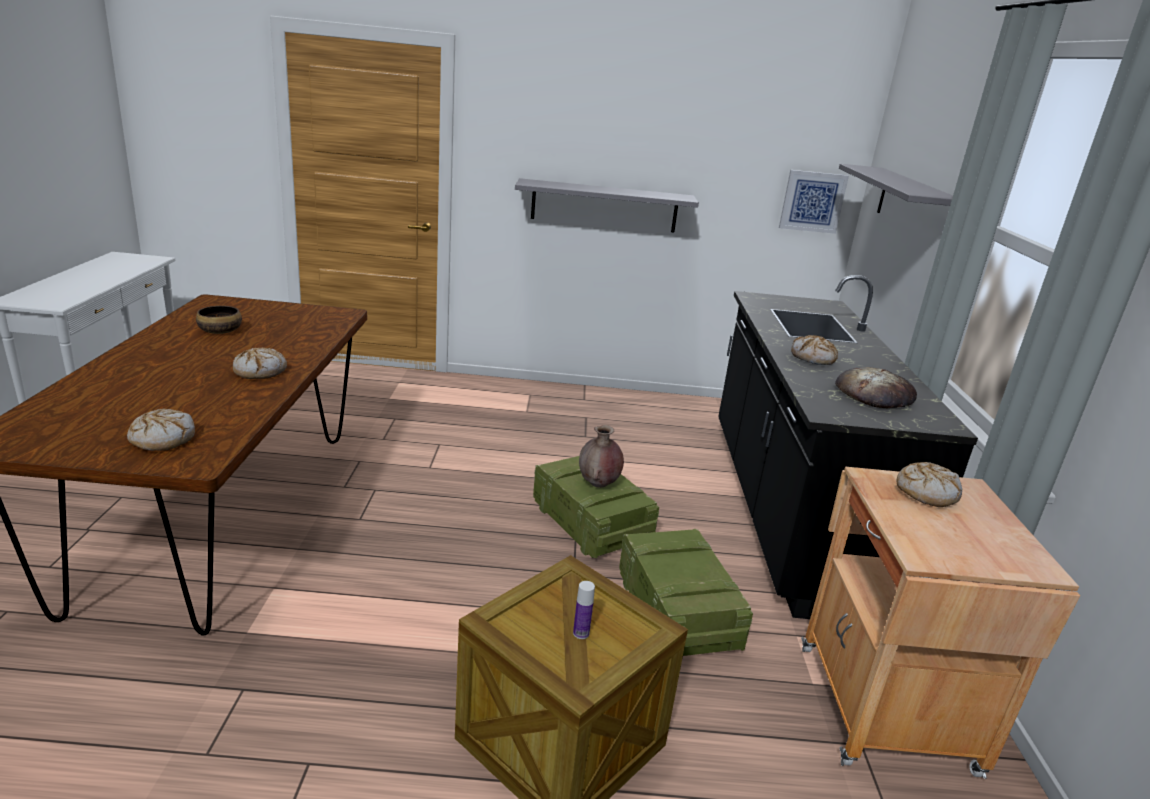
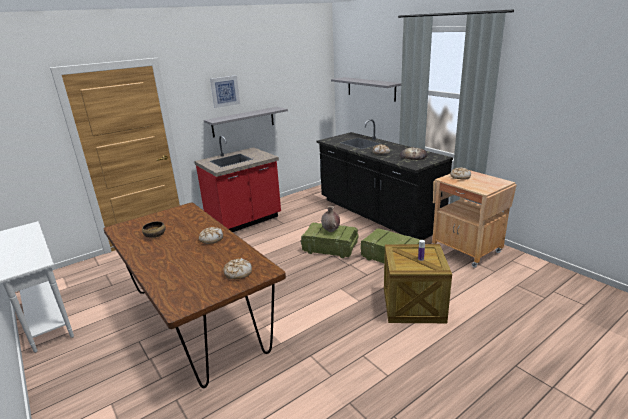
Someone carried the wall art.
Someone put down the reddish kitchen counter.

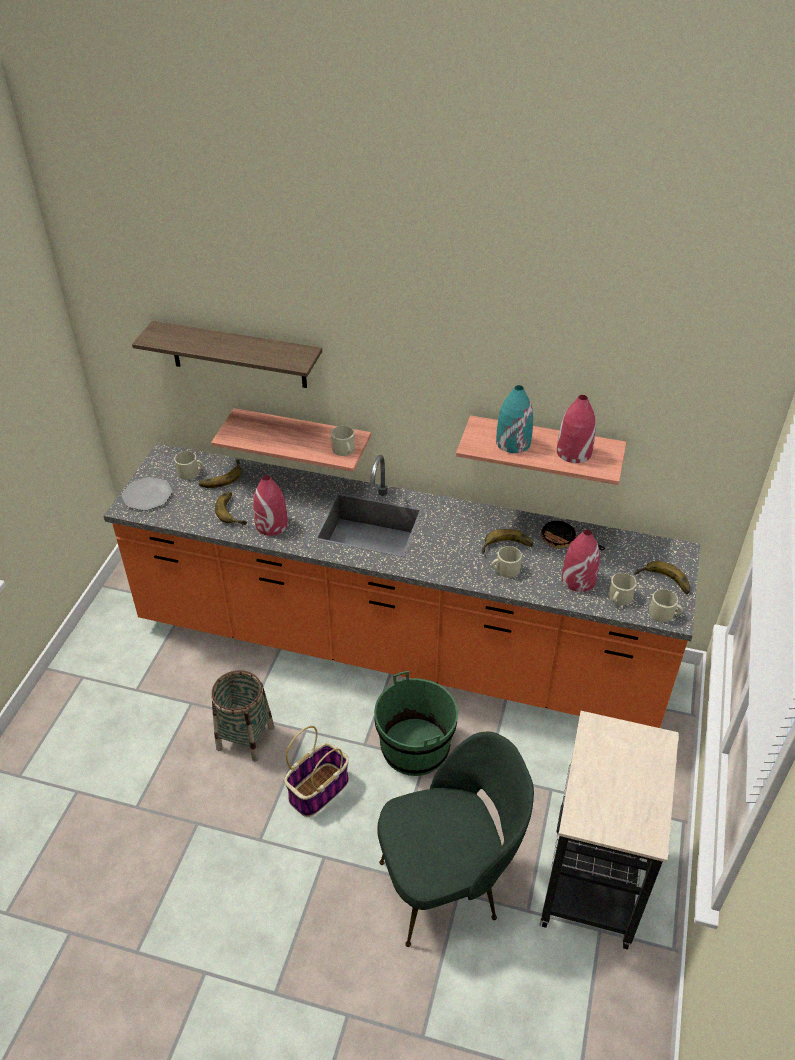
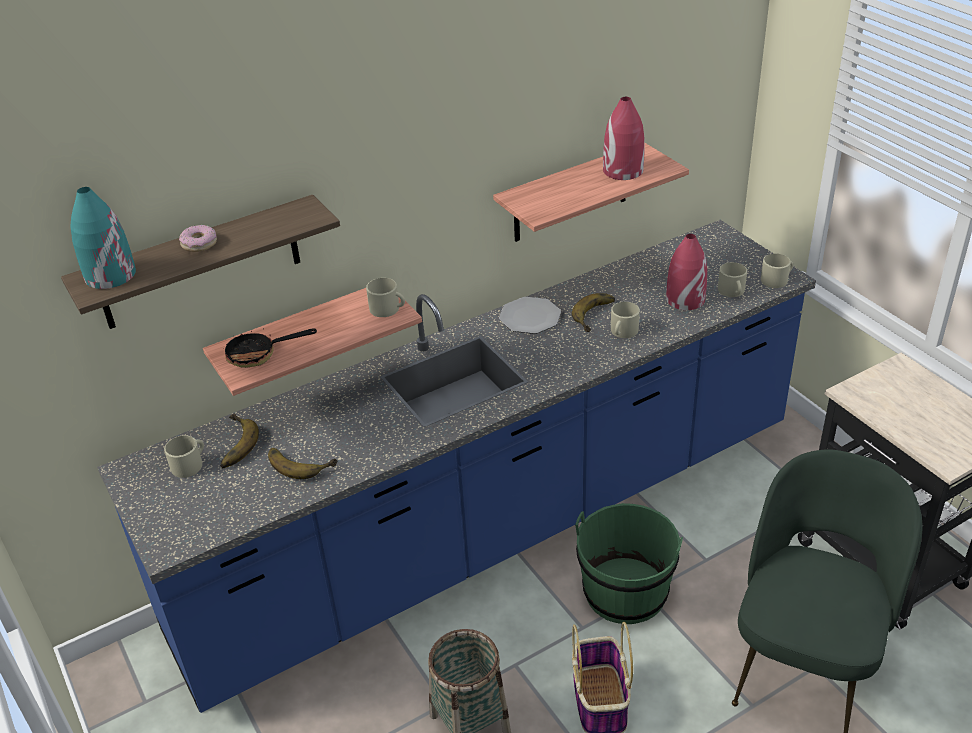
Someone carried the turquoise flower vase.
Someone repainted the orange kitchen counter, which became the blue kitchen counter.
Someone took away the reddish flower vase (1st from left).
Someone carried the flat dish.
Someone carried the skillet.
Someone took away the banana (4th from left).
Someone put down the doughnut.

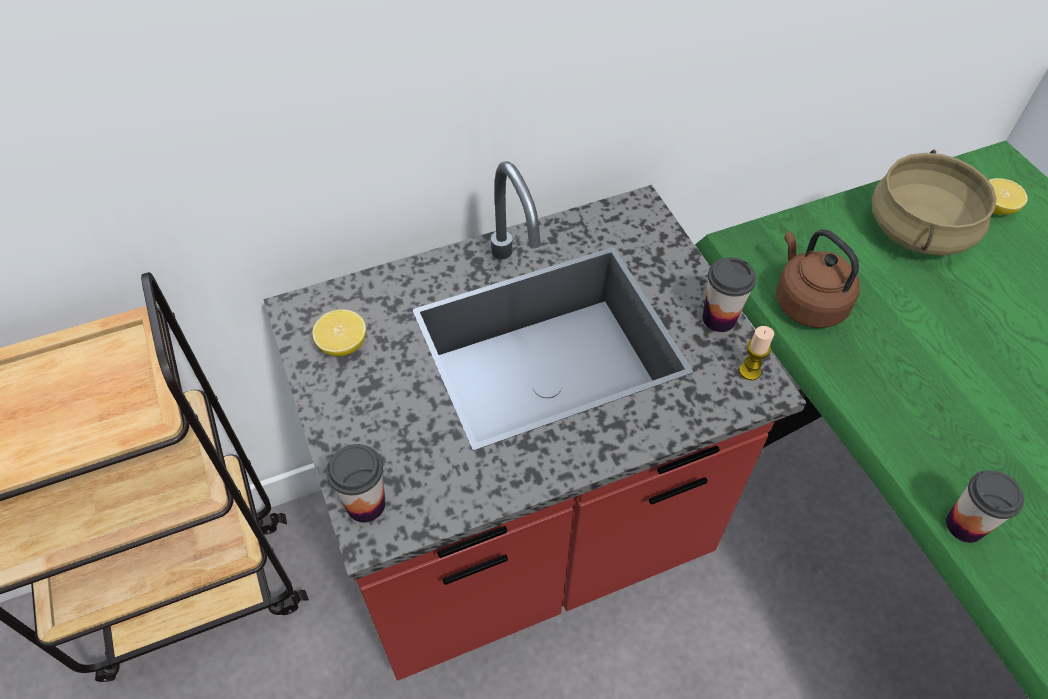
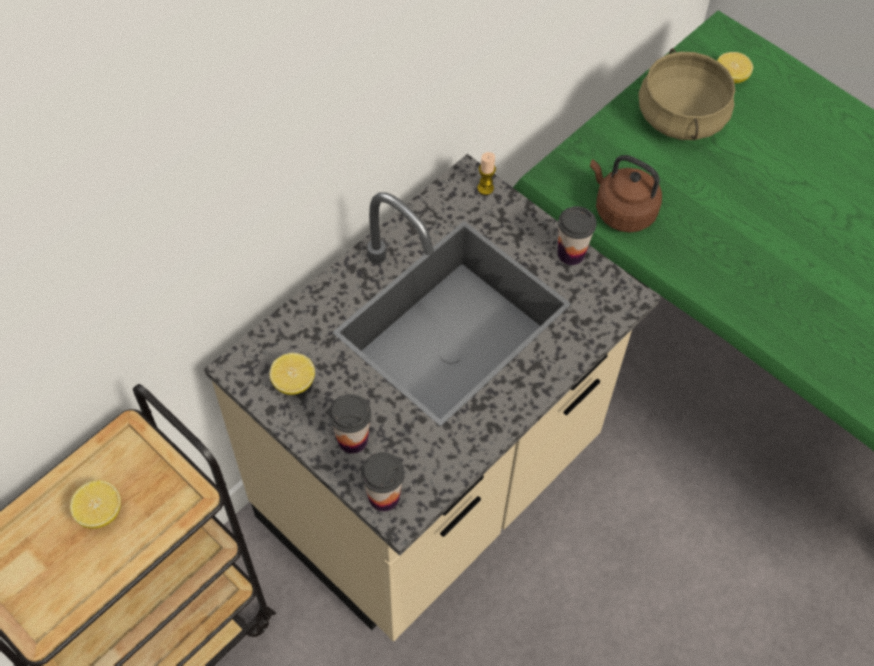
Someone repainted the reddish kitchen counter, which became the sand-coloured kitchen counter.
Someone carried the candle.
Someone carried the small cup (3rd from left in the first image).
Someone put down the whole lemon (1st from left).

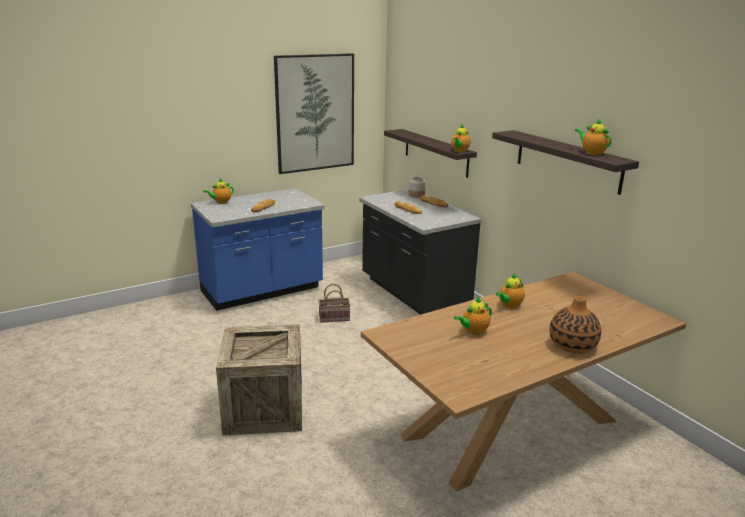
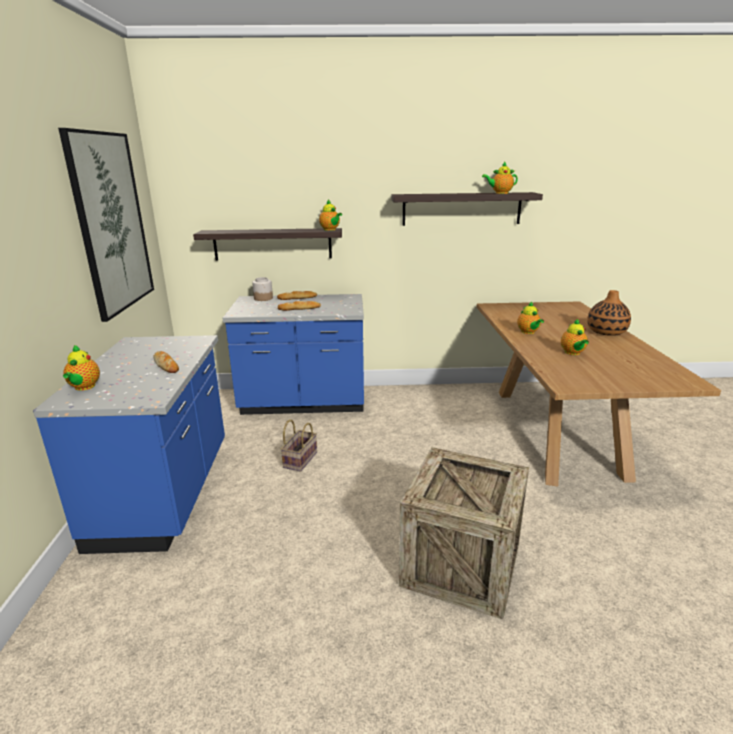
Someone repainted the black kitchen counter, which became the blue kitchen counter (2nd from left).

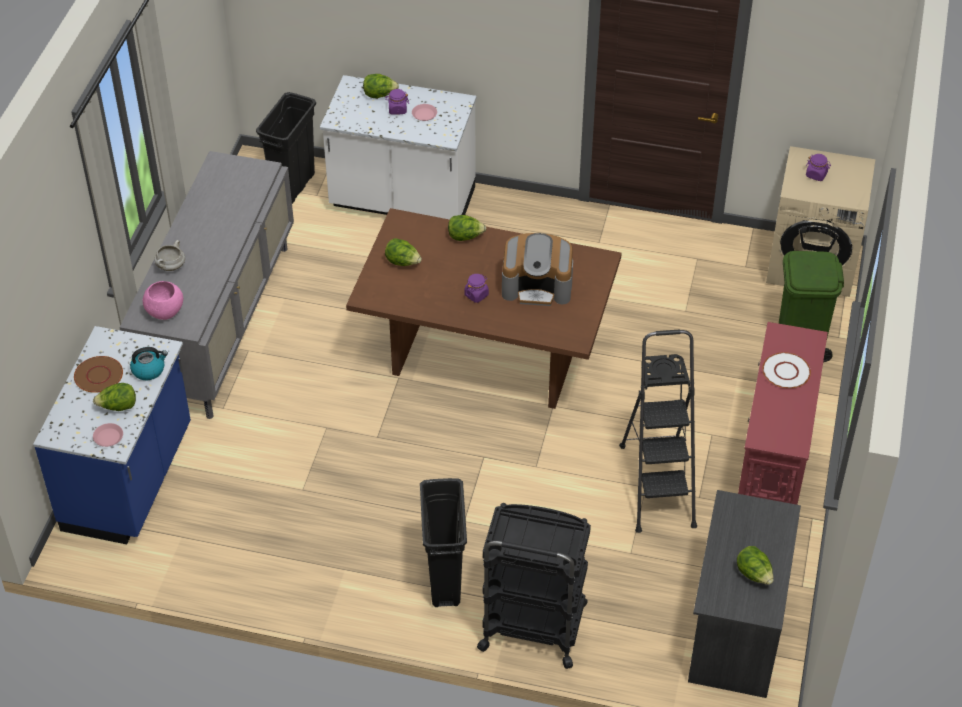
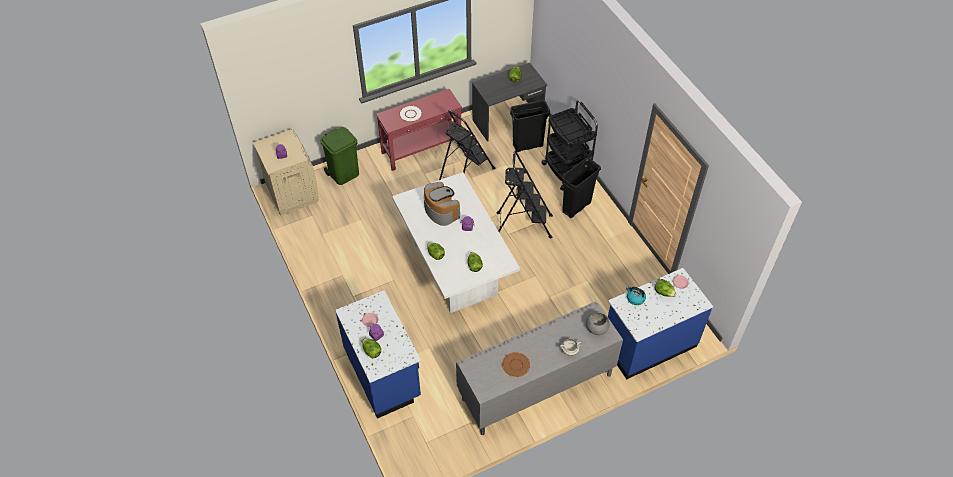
Someone repainted the white kitchen counter, which became the blue kitchen counter (1st from left).
Someone carried the black waste bin (1st from left).
Someone repainted the brown-coloured dining table, which became the white dining table.
Someone repainted the pinkish serving bowl, which became the gray serving bowl.
Someone carried the brown-coloured flat dish.
Someone put down the stepladder (2nd from left).

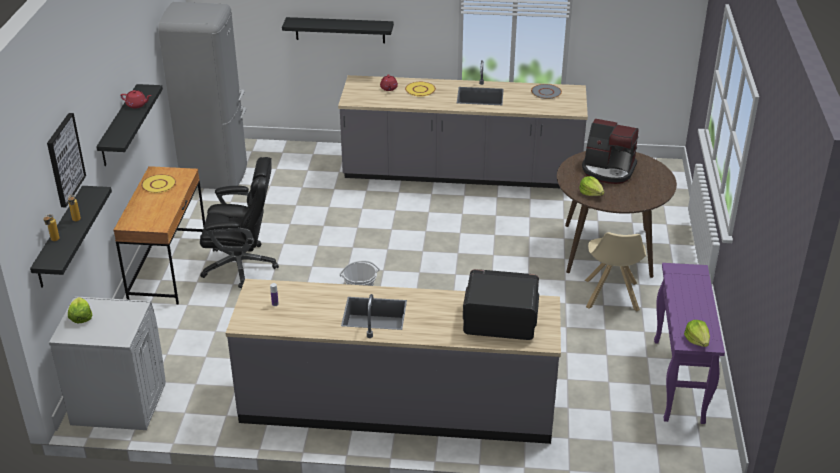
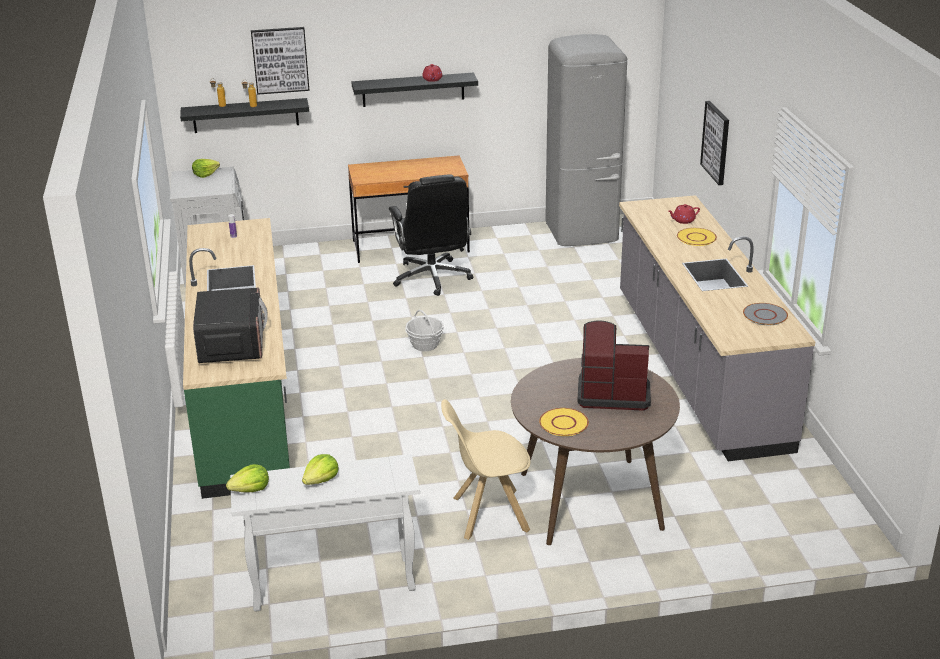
Someone swapped the black wall shelf (3rd from left) for the wall art (2nd from left).
Someone rotated the coffee brewer by 90 degrees clockwise.
Someone carried the yellow-coloured flat dish (1st from left).
Someone carried the lettuce (2nd from left in the first image).
Someone repainted the purplish console table, which became the white console table.
Someone repainted the gray kitchen counter (1st from left), which became the greenish kitchen counter.

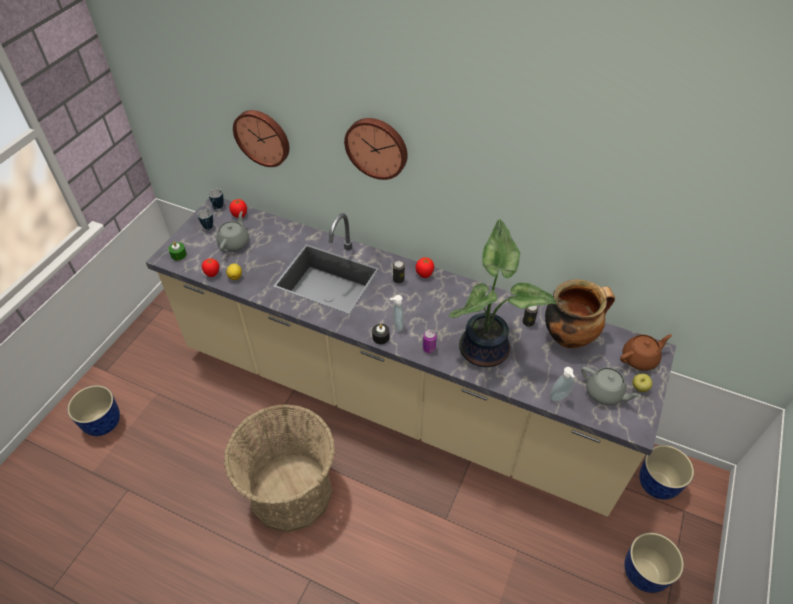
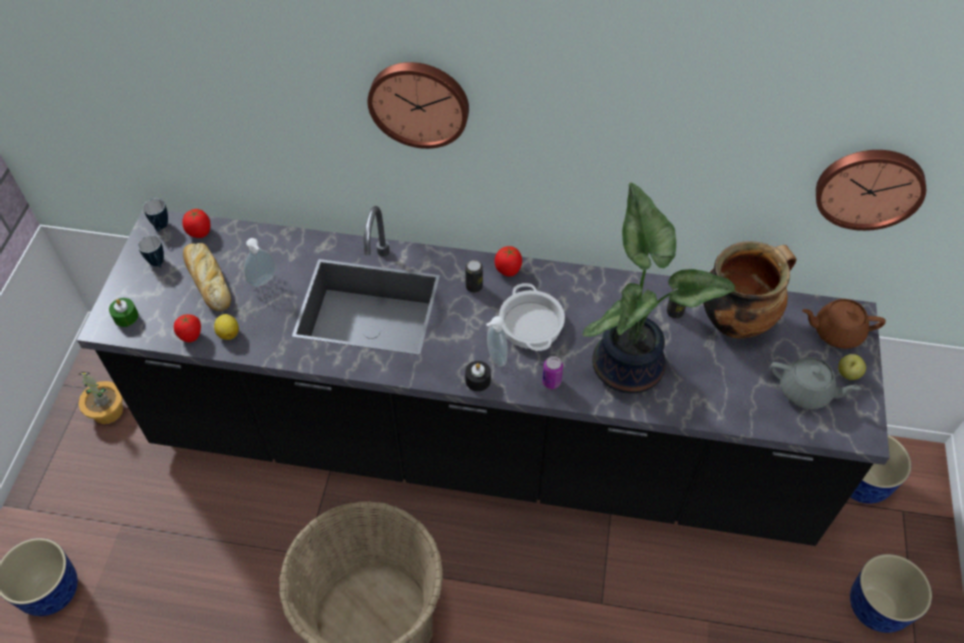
Someone carried the wall clock (1st from left in the first image).
Someone repainted the sand-coloured kitchen counter, which became the black kitchen counter.
Someone swapped the gray pot for tea (1st from left) for the bread.
Someone rotated the brown-coloured pot for tea by 135 degrees counterclockwise.
Someone carried the soap dispenser (2nd from left in the first image).
Someone put down the stockpot (1st from left).
Someone put down the potted plant (1st from left).

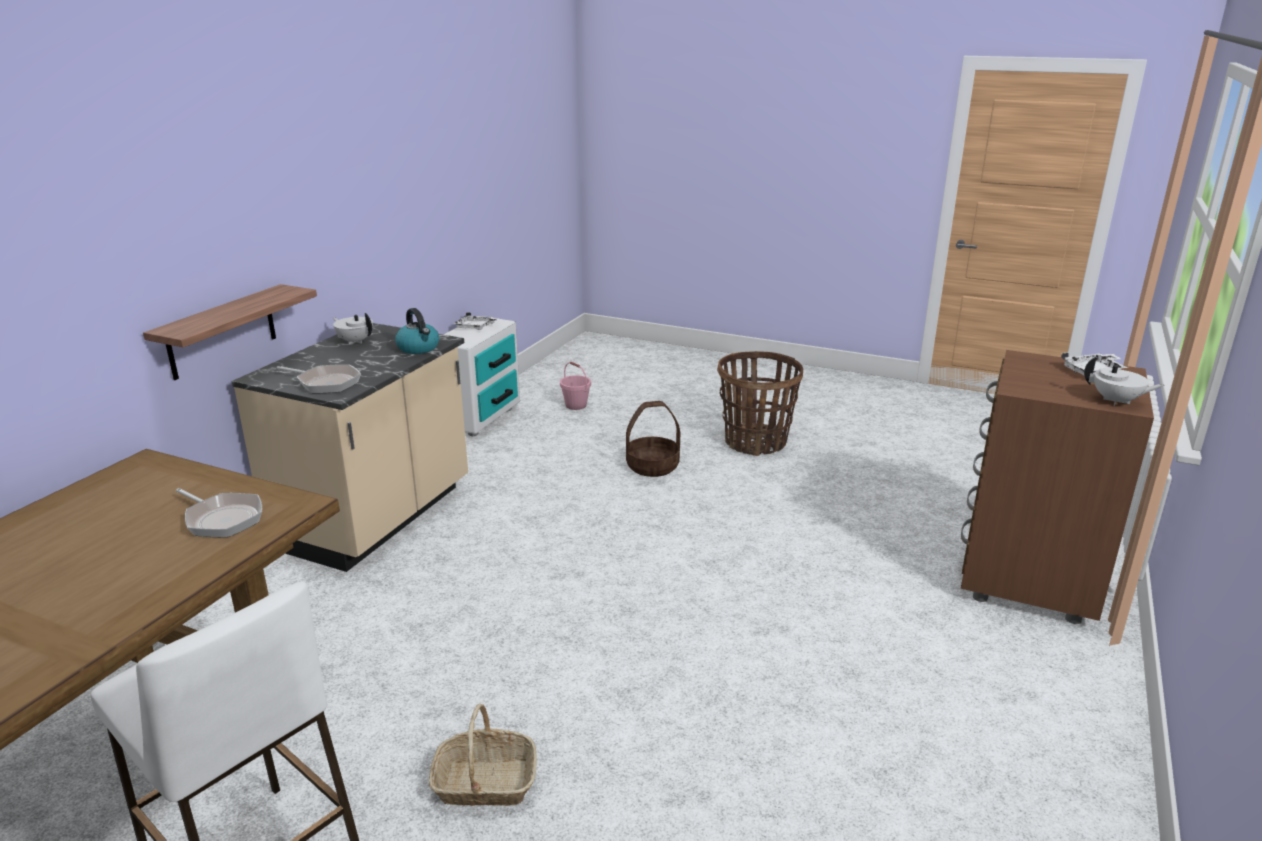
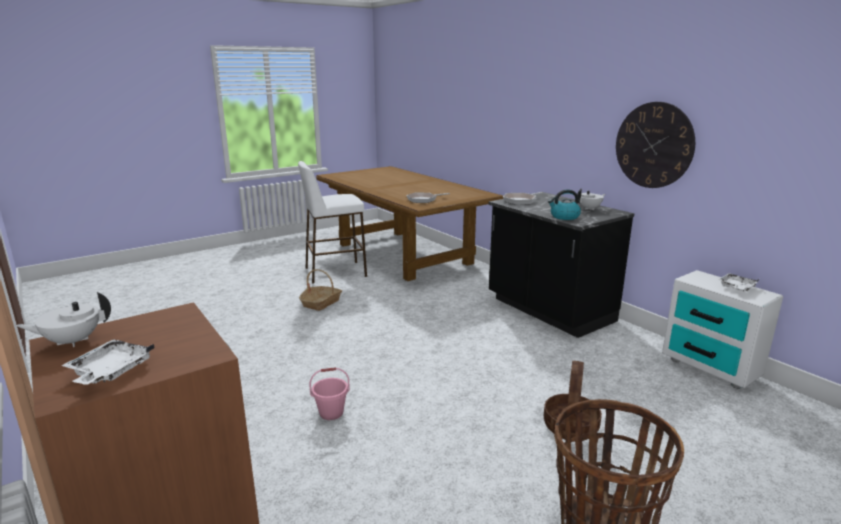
Someone took away the wall shelf.
Someone repainted the sand-coloured kitchen counter, which became the black kitchen counter.
Someone carried the pinkish pail.
Someone put up the wall clock.

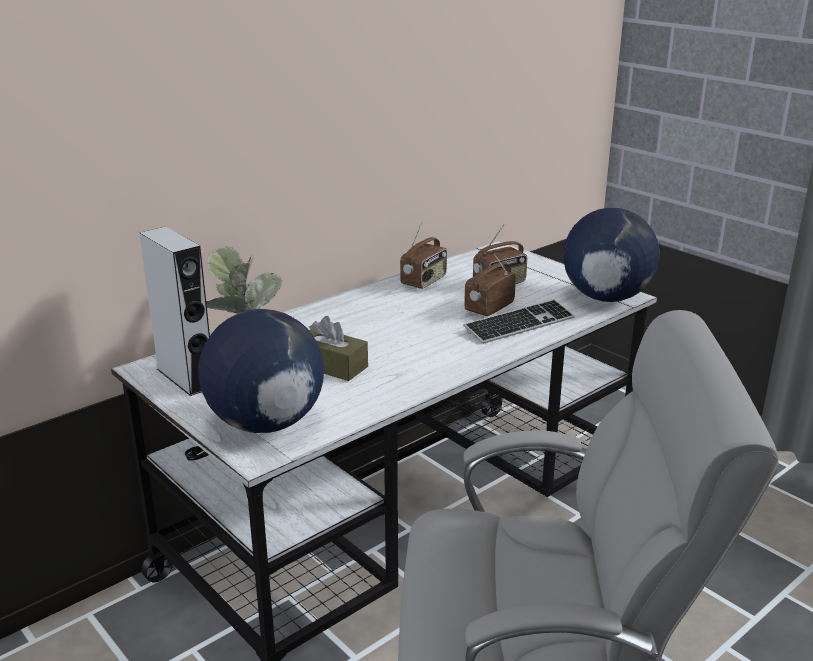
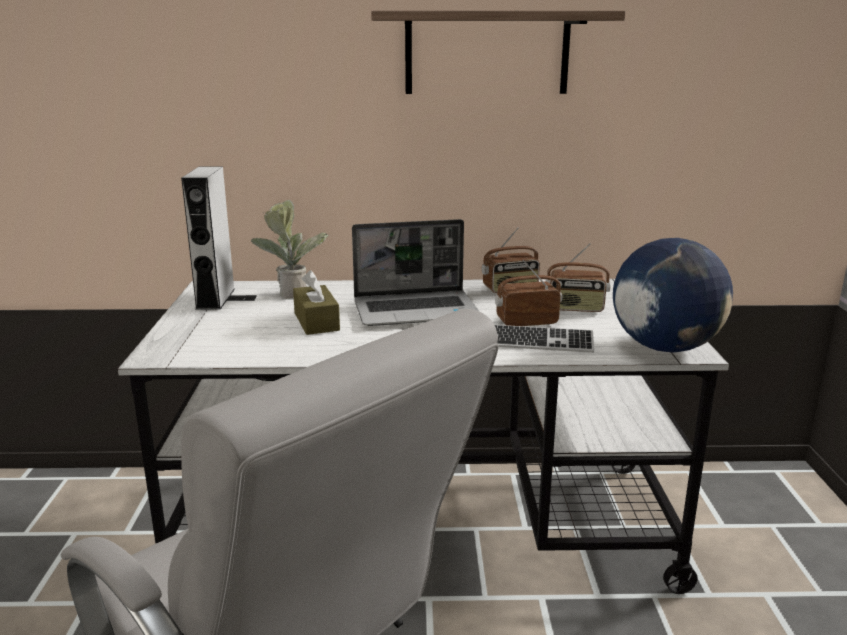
Someone took away the globe (1st from left).
Someone put up the wall shelf.
Someone put down the portable computer.

